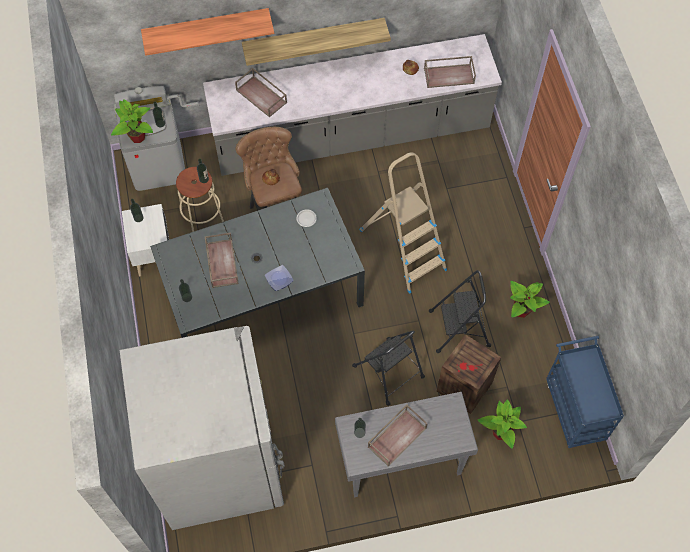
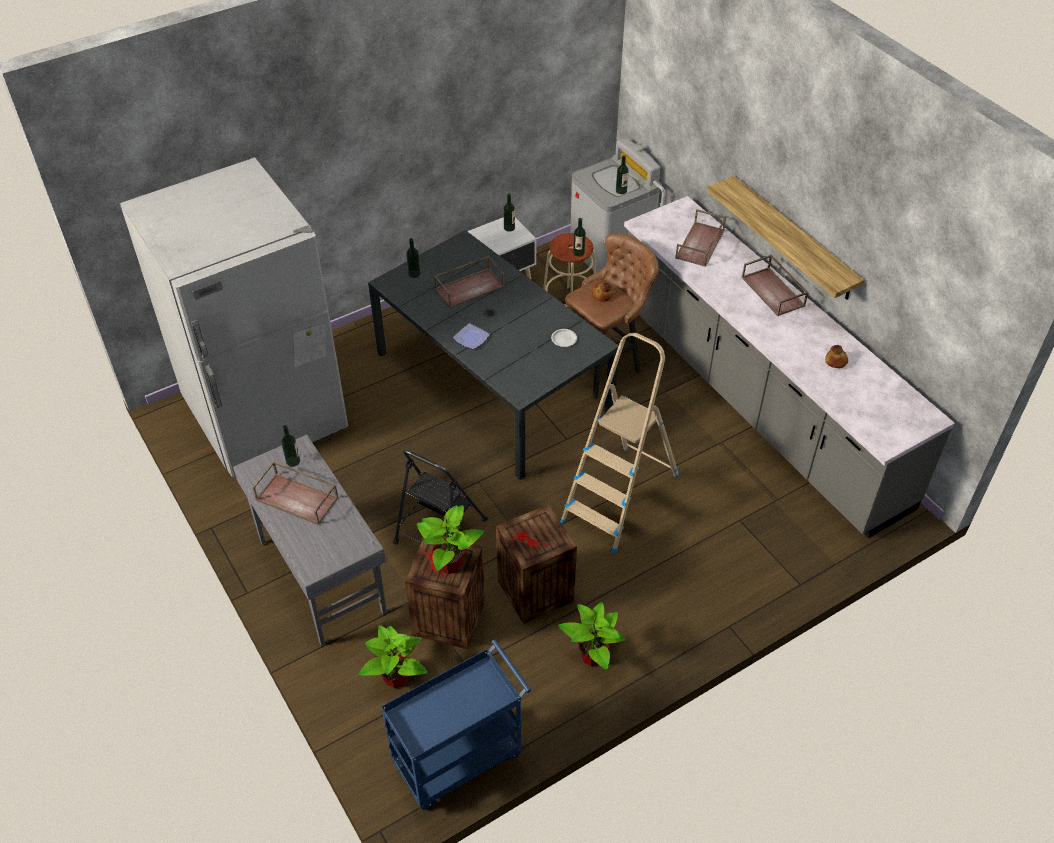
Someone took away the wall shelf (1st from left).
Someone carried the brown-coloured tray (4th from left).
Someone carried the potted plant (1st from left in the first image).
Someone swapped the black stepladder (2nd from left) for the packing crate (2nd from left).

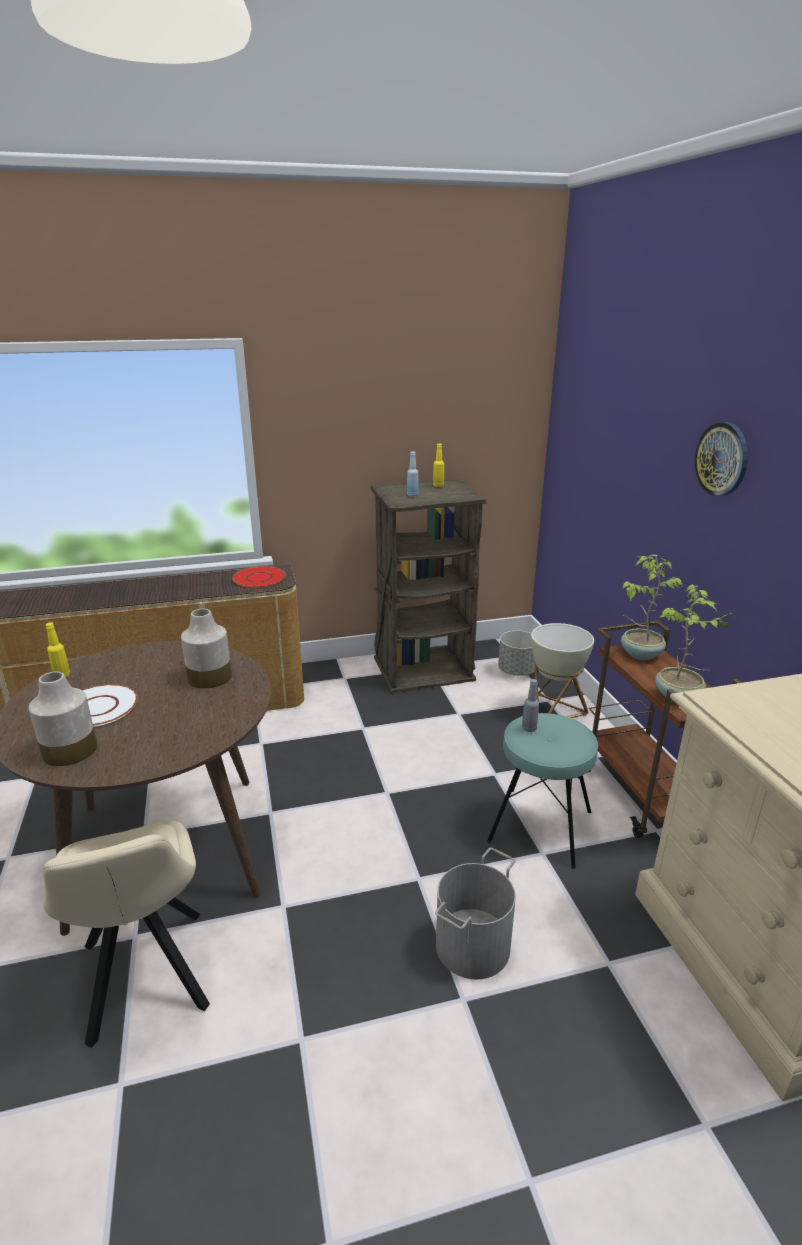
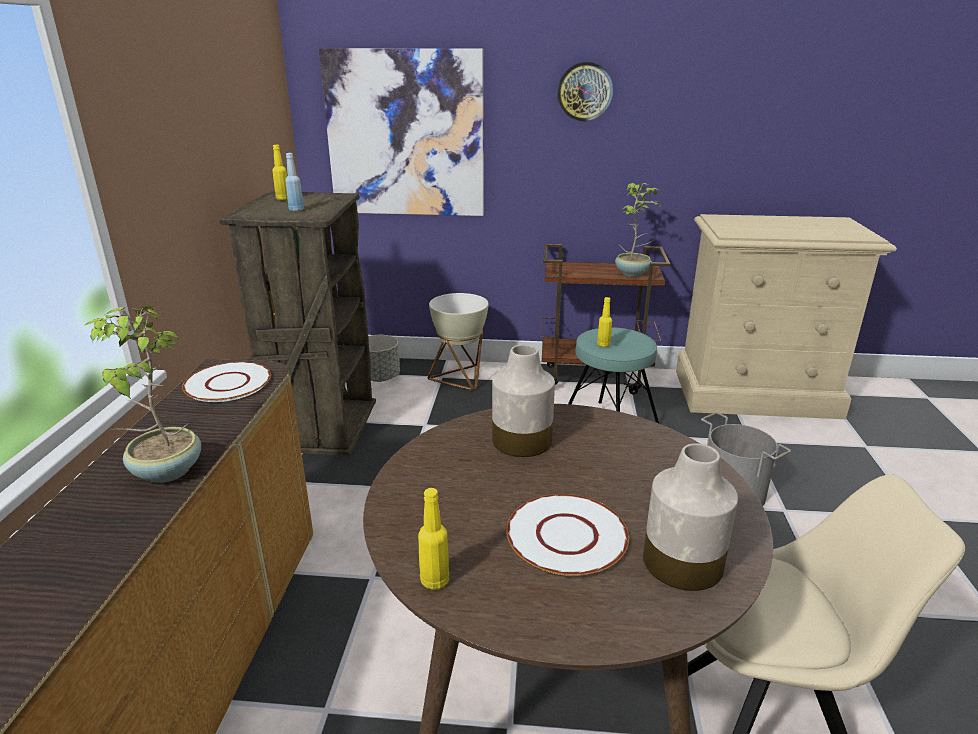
Someone carried the potted plant (1st from left).
Someone repainted the reddish flat dish, which became the white flat dish (1st from left).
Someone repainted the gray beverage bottle, which became the yellow-coloured beverage bottle (3rd from left).
Someone put up the wall art.

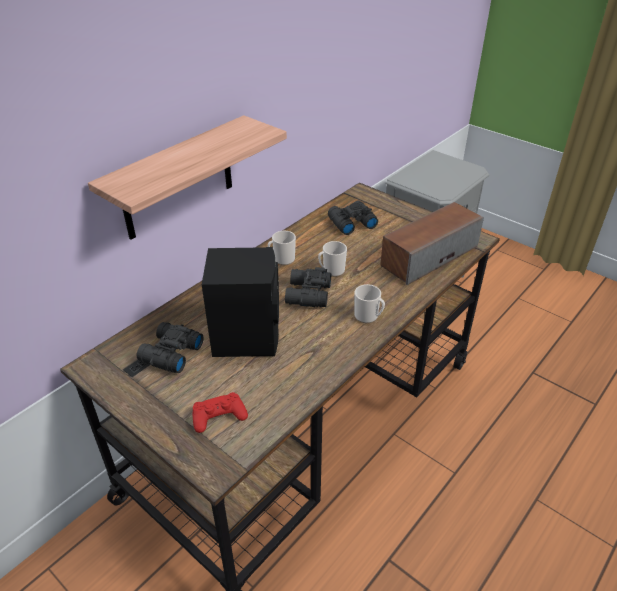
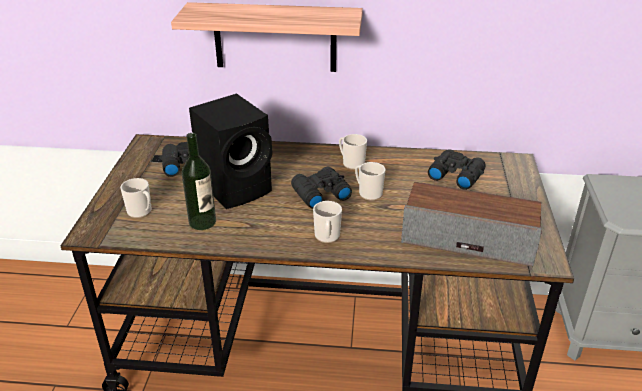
Someone swapped the reddish game controller for the tea mug (1st from left).
Someone put down the beverage bottle.

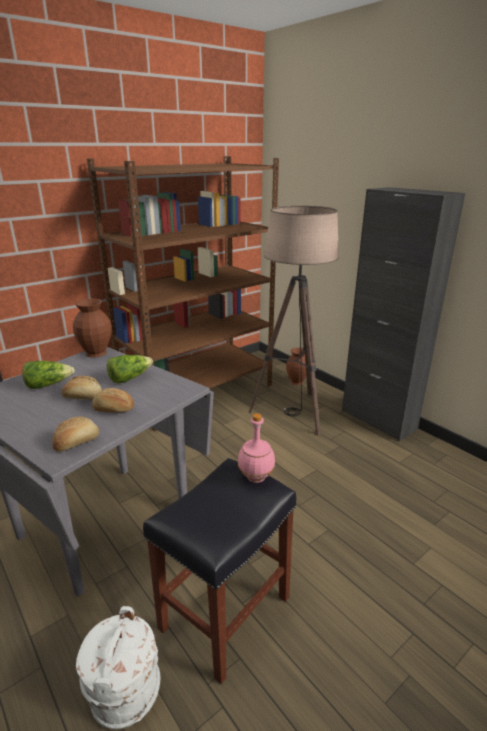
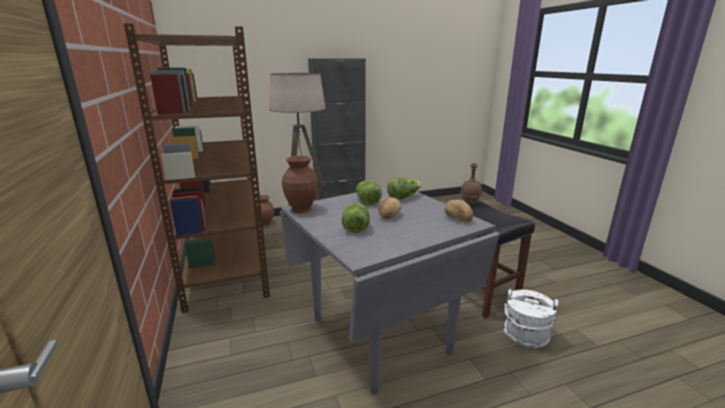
Someone took away the bread (3rd from left).
Someone repainted the pinkish beverage bottle, which became the brown-coloured beverage bottle.
Someone put down the lettuce (3rd from left).

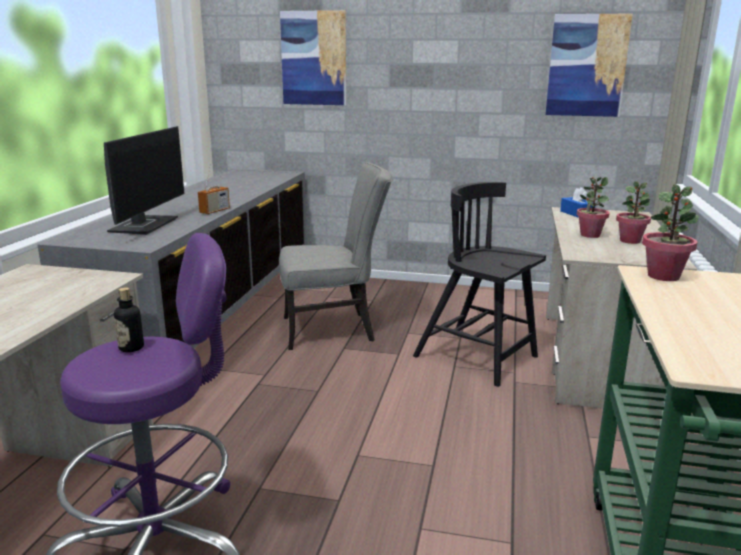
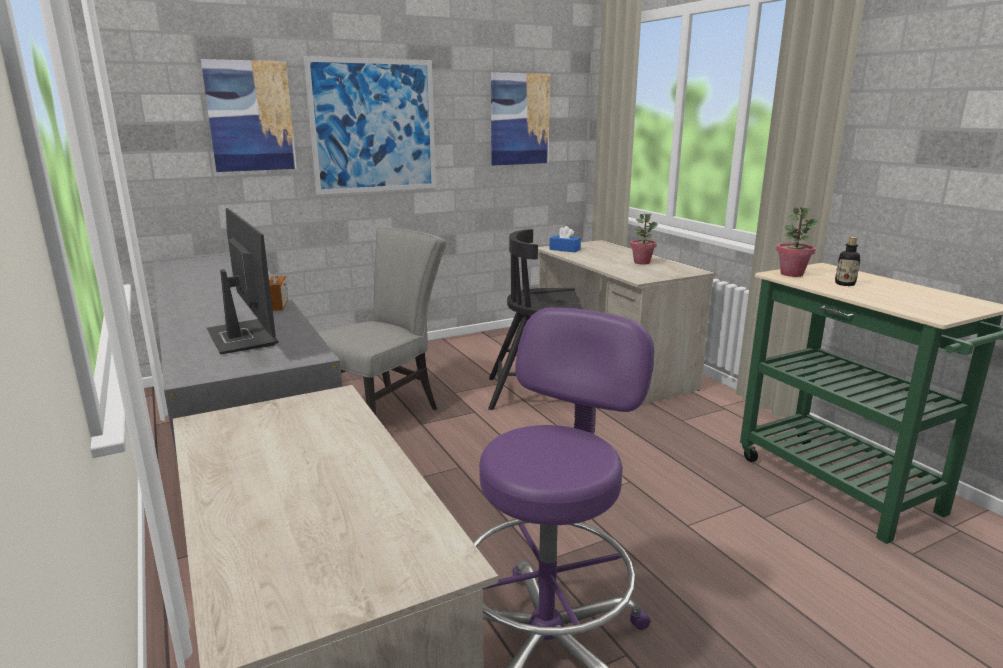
Someone took away the potted plant (1st from left).
Someone carried the beverage bottle.
Someone put up the wall art (2nd from left).

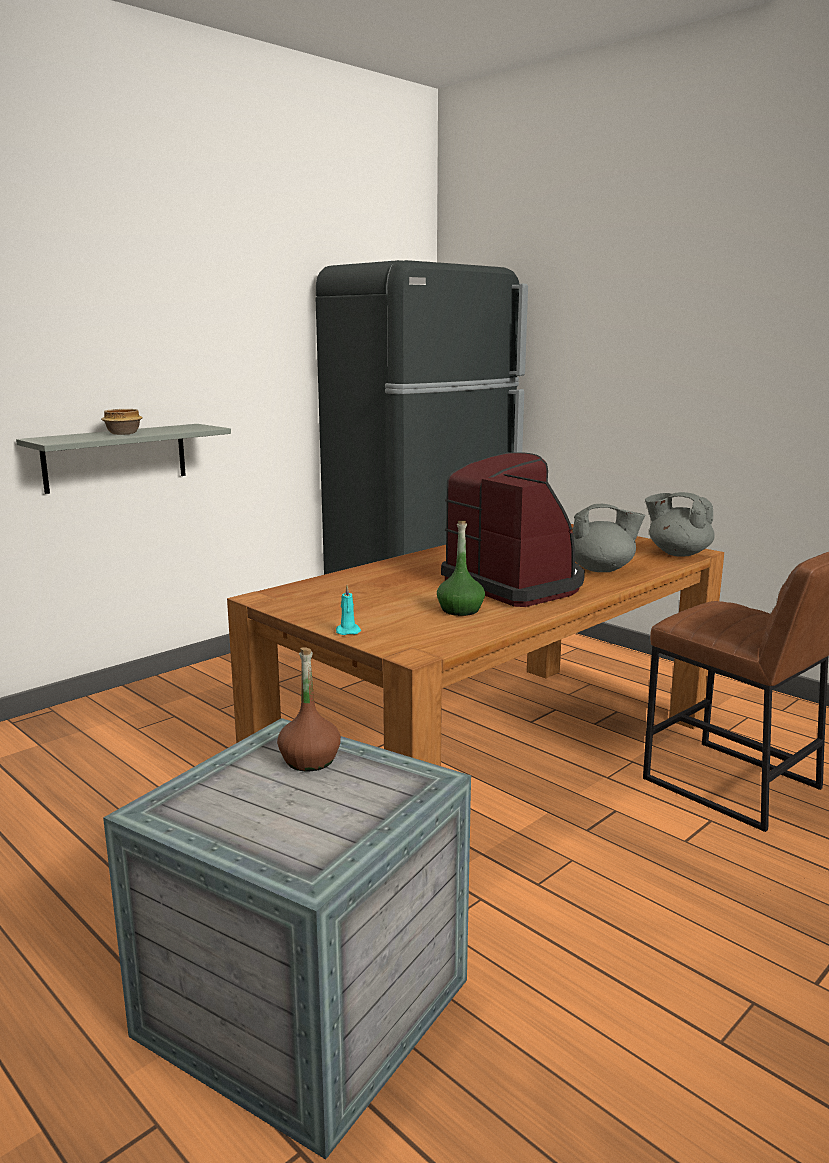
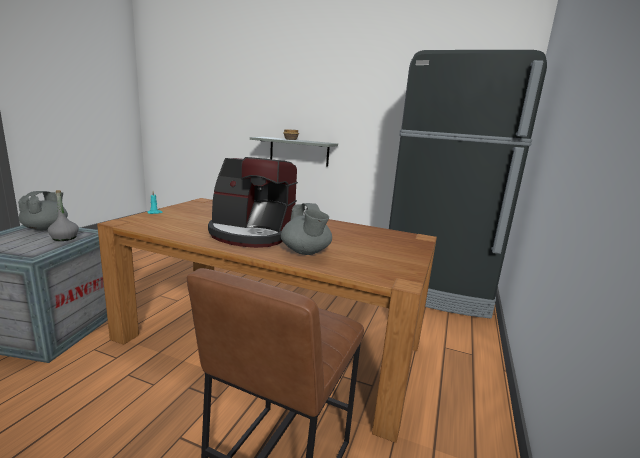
Someone rotated the coffee brewer by 75 degrees clockwise.
Someone carried the gray pot for tea (2nd from left in the first image).
Someone took away the greenish beverage bottle.
Someone repainted the brown-coloured beverage bottle, which became the gray beverage bottle.

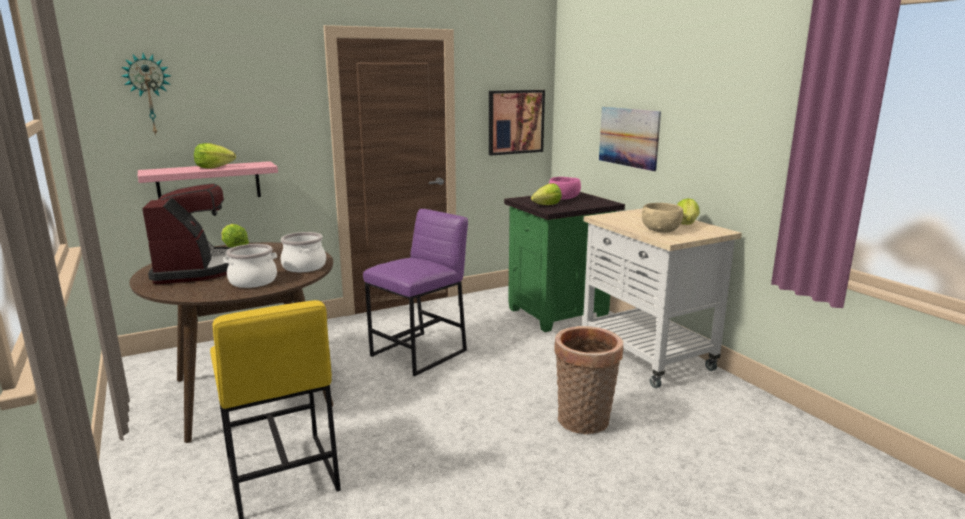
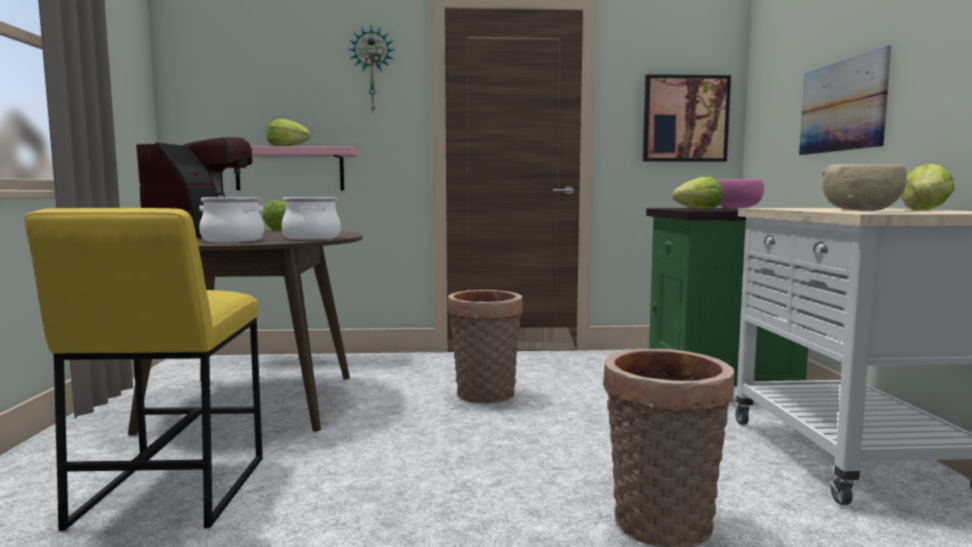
Someone carried the wall clock.
Someone swapped the purplish chair for the basket (1st from left).

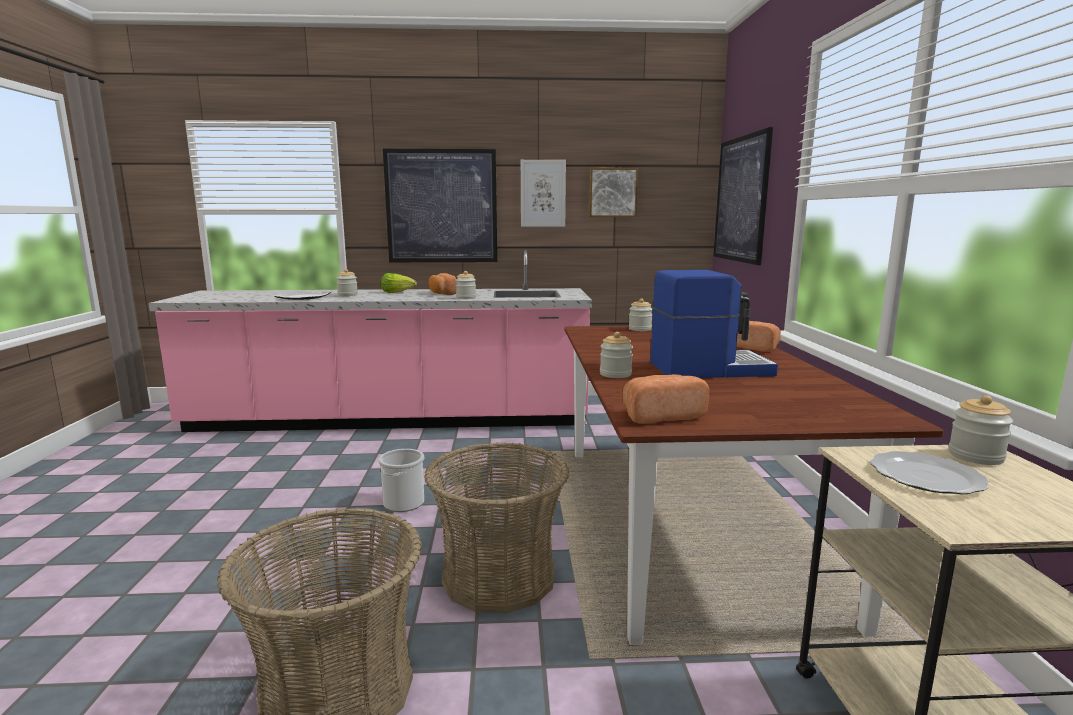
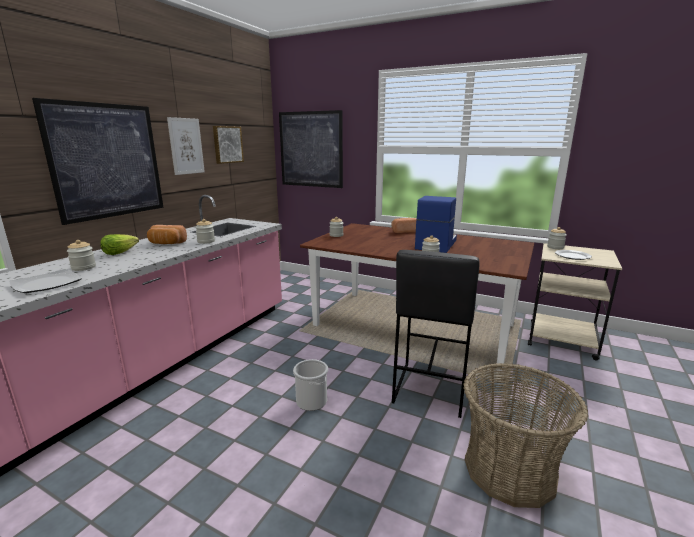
Someone took away the bread (2nd from left).
Someone swapped the basket (2nd from left) for the gray stool.

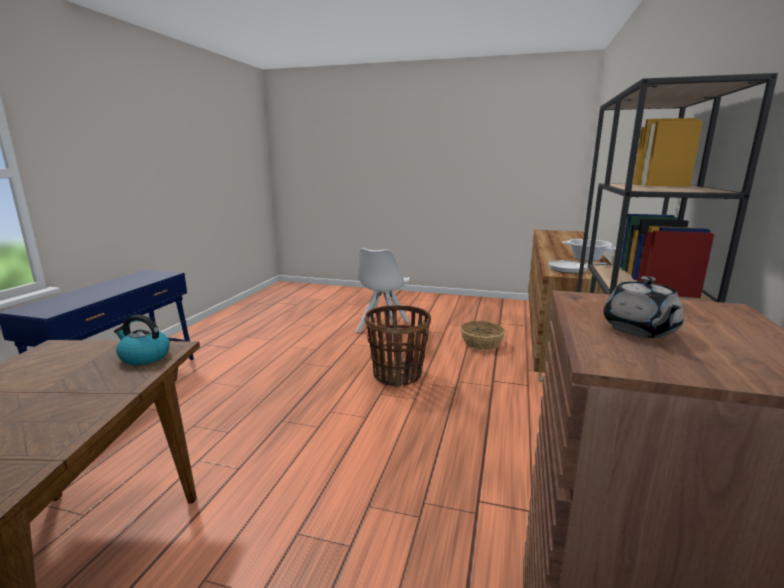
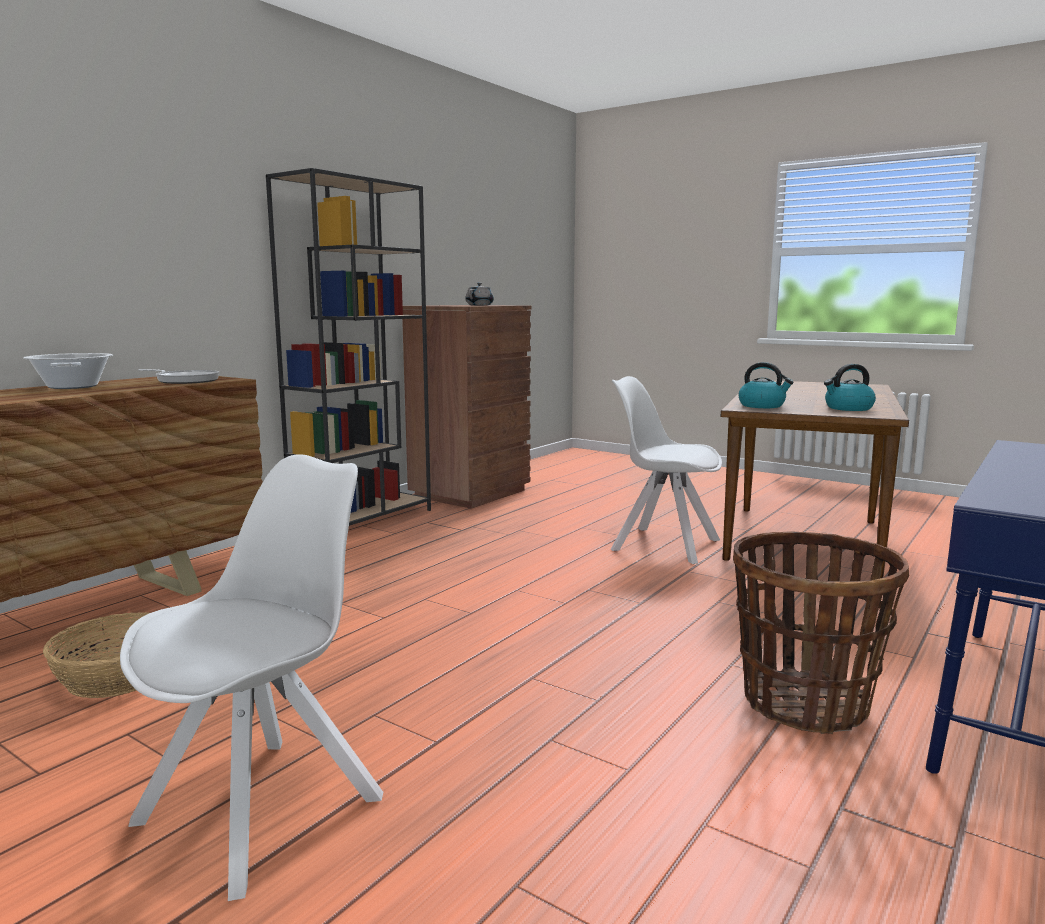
Someone carried the basket (1st from left in the first image).
Someone put down the water kettle (2nd from left).
Someone put down the white chair (2nd from left).

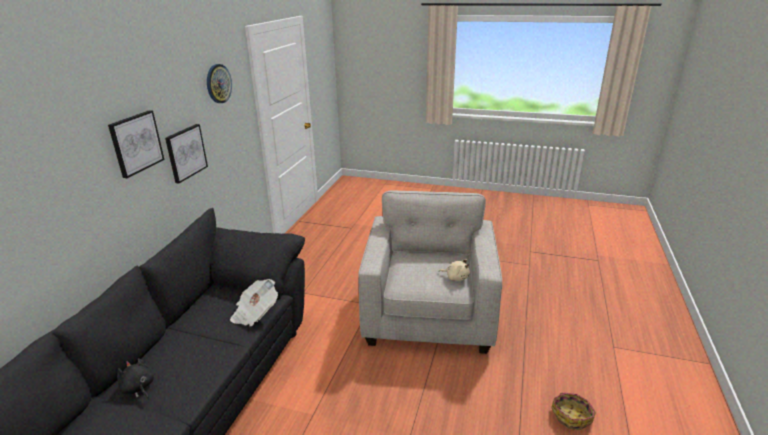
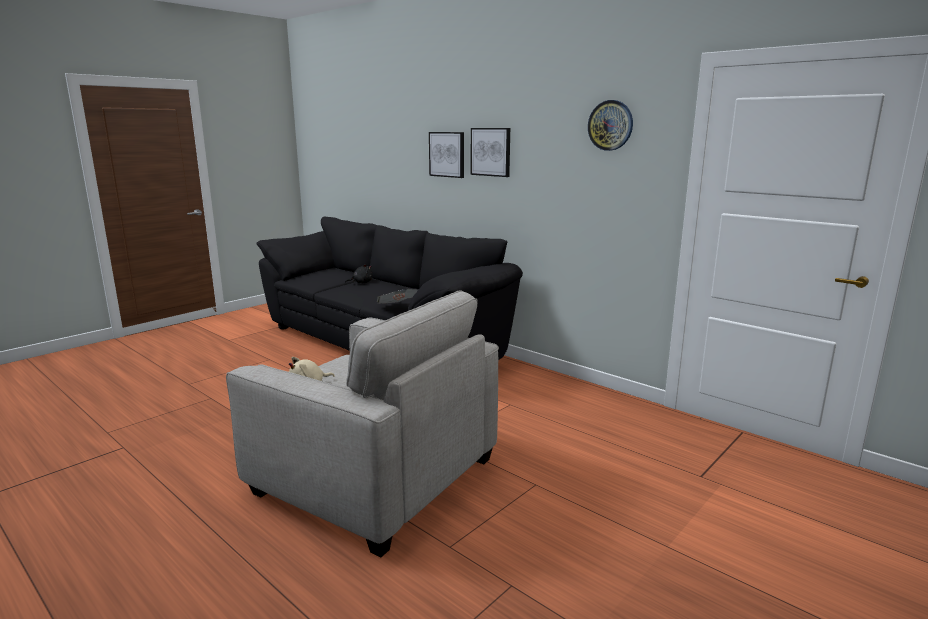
Someone carried the wall art (2nd from left in the first image).
Someone took away the basket.

